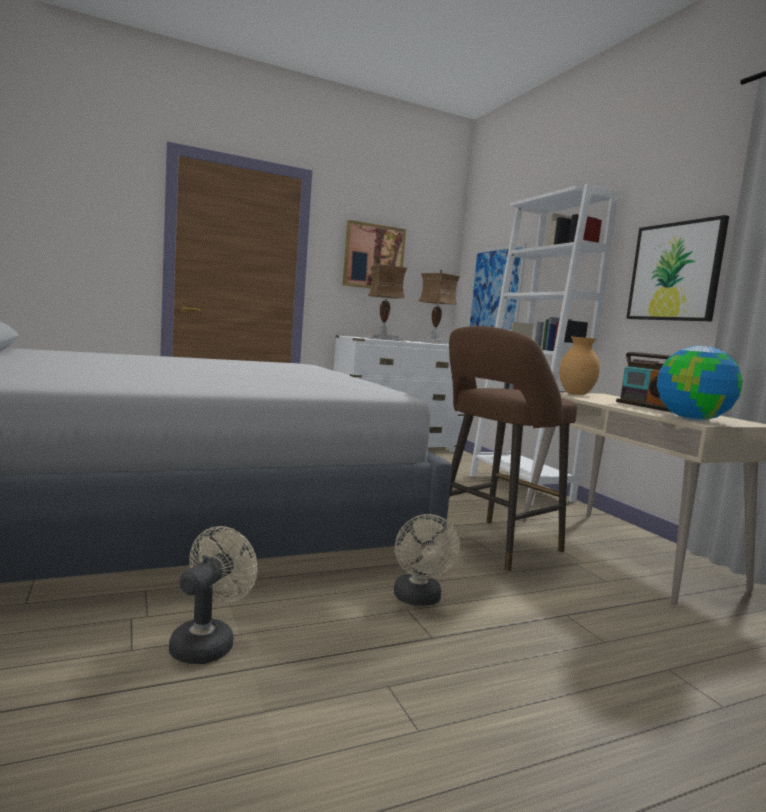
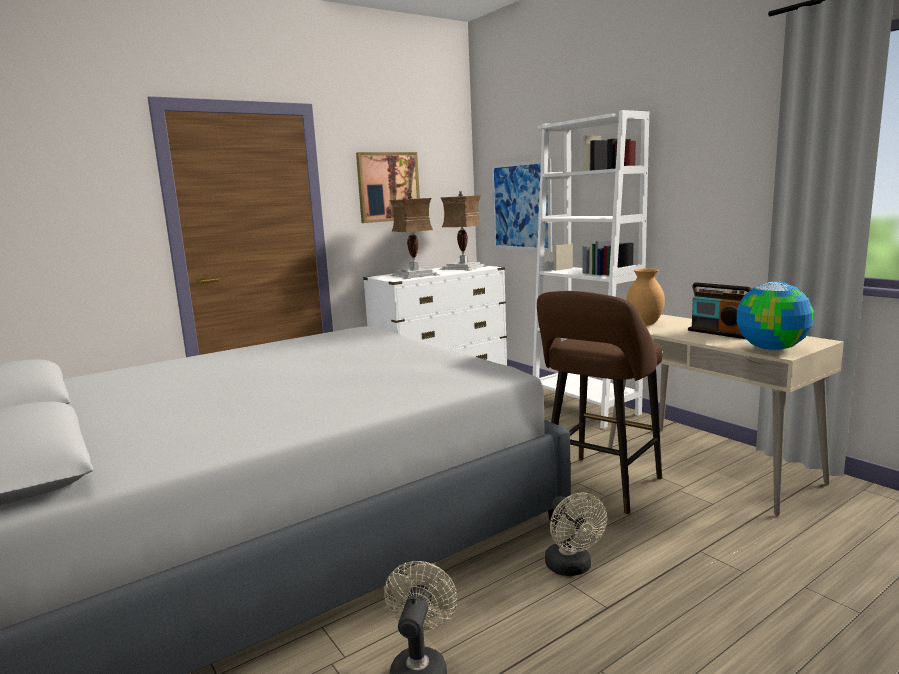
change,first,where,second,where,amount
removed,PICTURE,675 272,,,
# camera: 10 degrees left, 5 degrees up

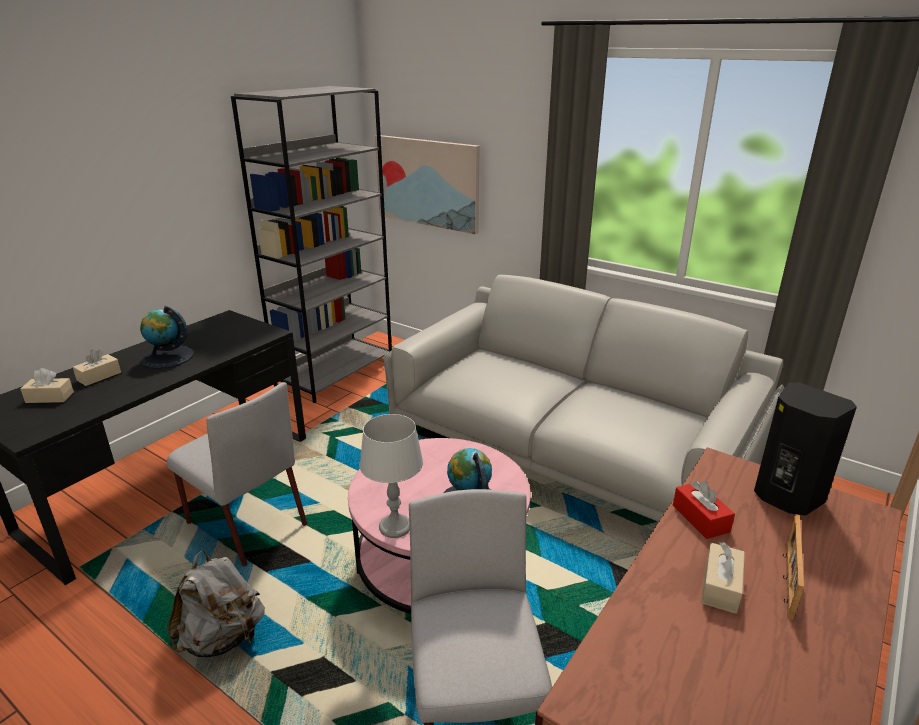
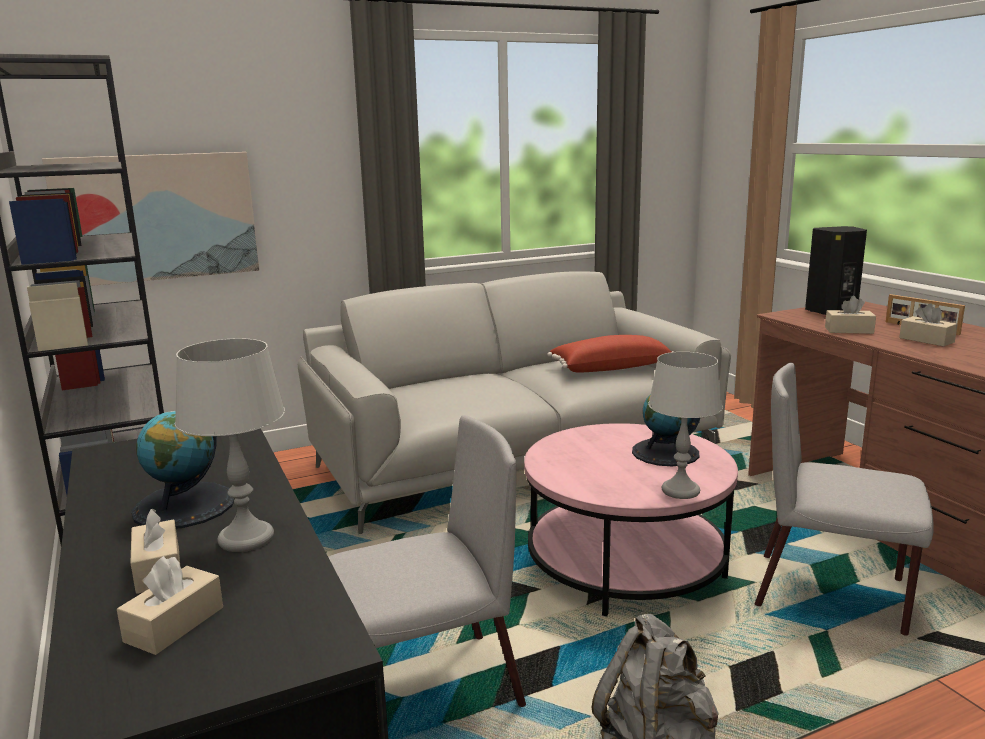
change,first,where,second,where,amount
recoloured,RED TISSUE BOX,700 518,BEIGE TISSUE BOX,849 330,
added,,,GREY TABLE LAMP,247 539,
added,,,RED PILLOW,610 367,
# camera: 60 degrees left, 10 degrees down

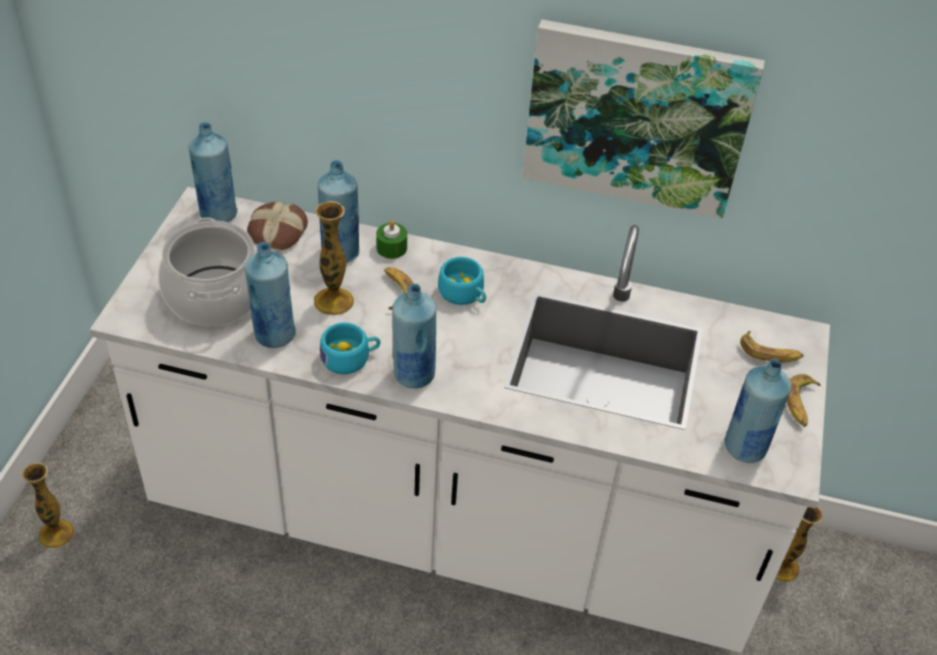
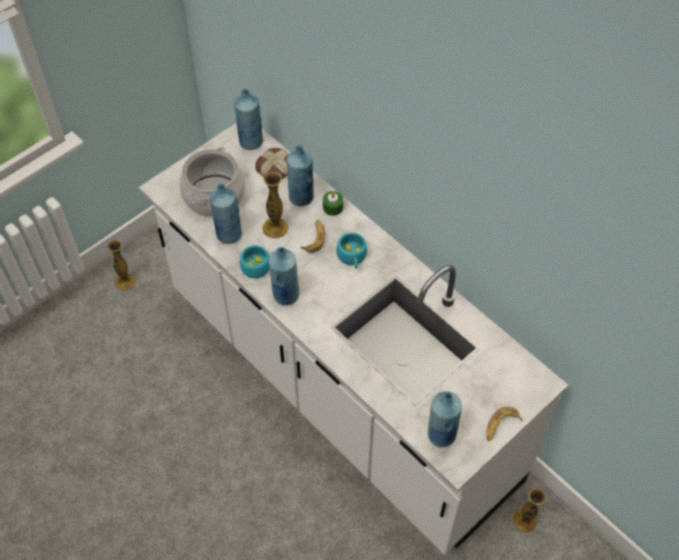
change,first,where,second,where,amount
removed,PICTURE,637 117,,,
removed,BANANA,770 353,,,
# camera: 35 degrees right, 10 degrees up

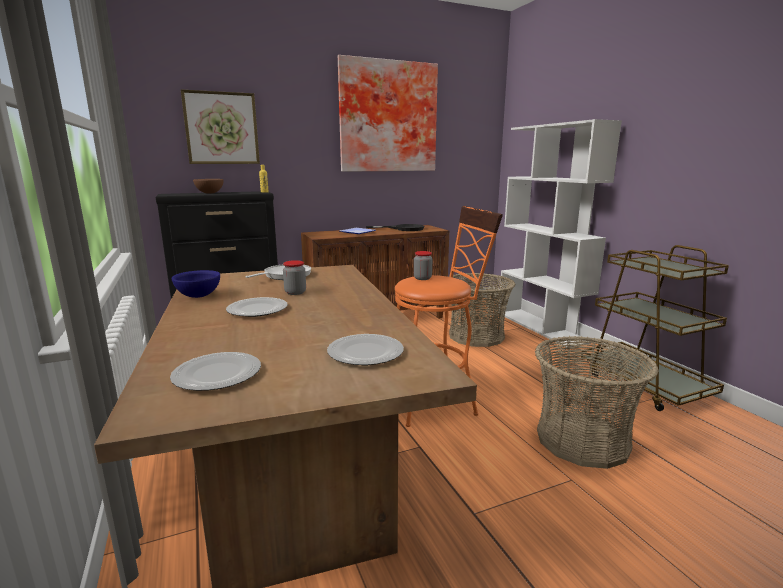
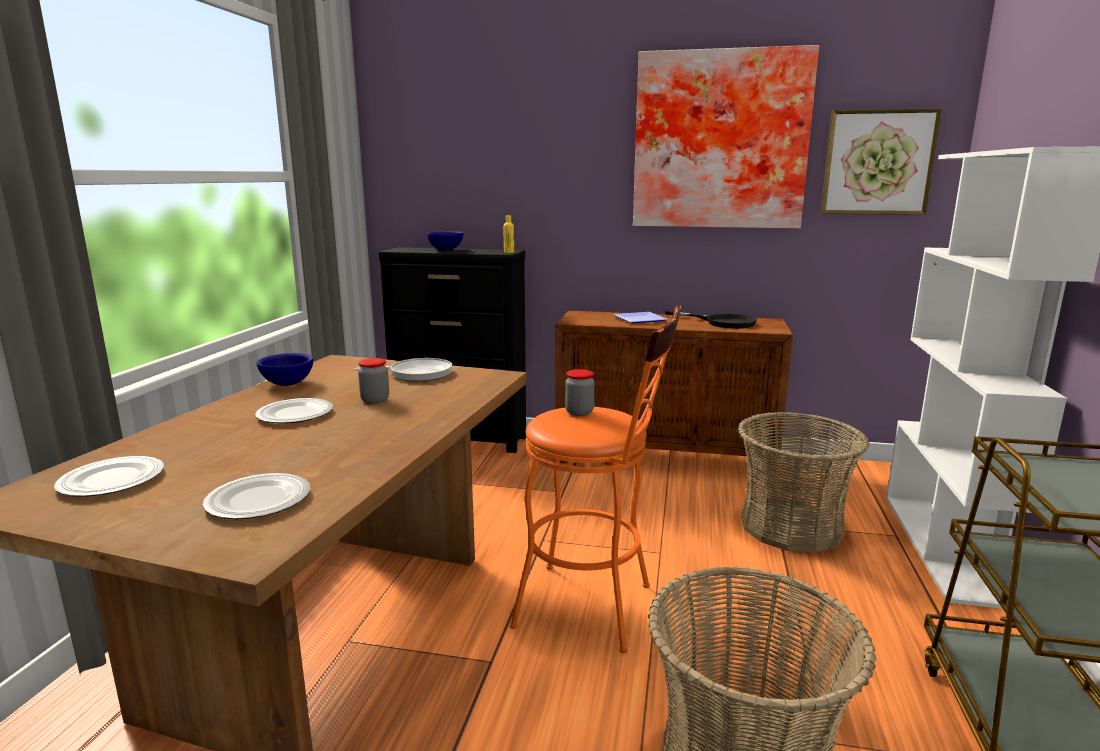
change,first,where,second,where,amount
moved,PICTURE,221 128,,878 162,
recoloured,BROWN BOWL,210 193,BLUE BOWL,446 250,
# camera: 35 degrees right, 0 degrees up

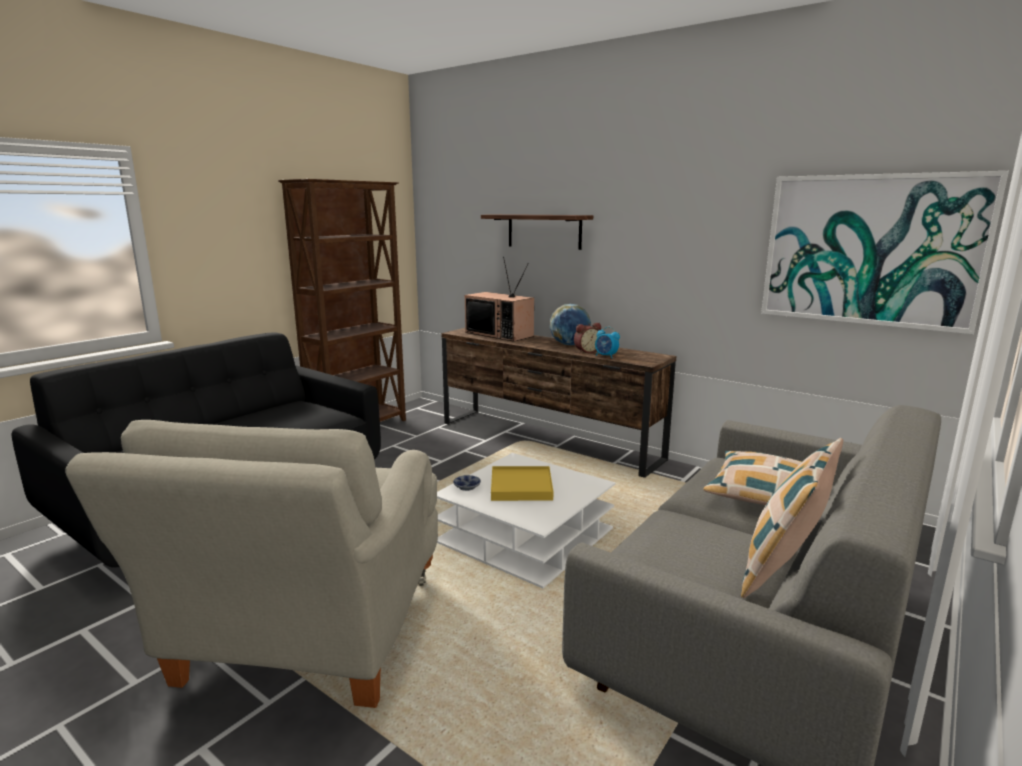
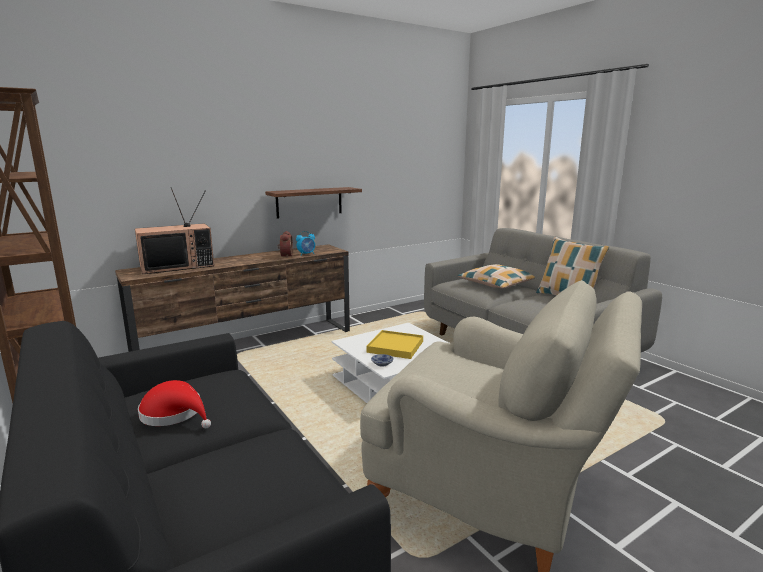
change,first,where,second,where,amount
moved,SHELF,544 231,,309 202,
removed,GLOBE,569 344,,,
removed,PICTURE,871 250,,,
added,,,RED HAT,175 414,
# camera: 70 degrees left, 0 degrees up

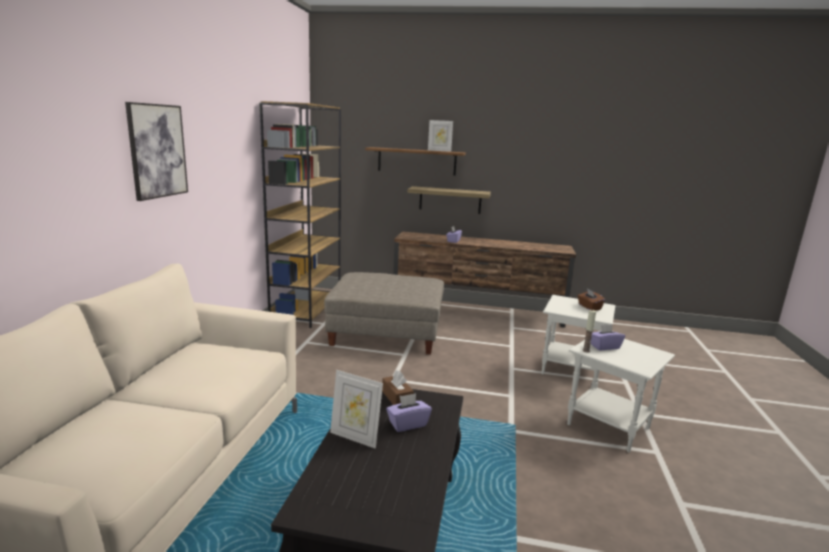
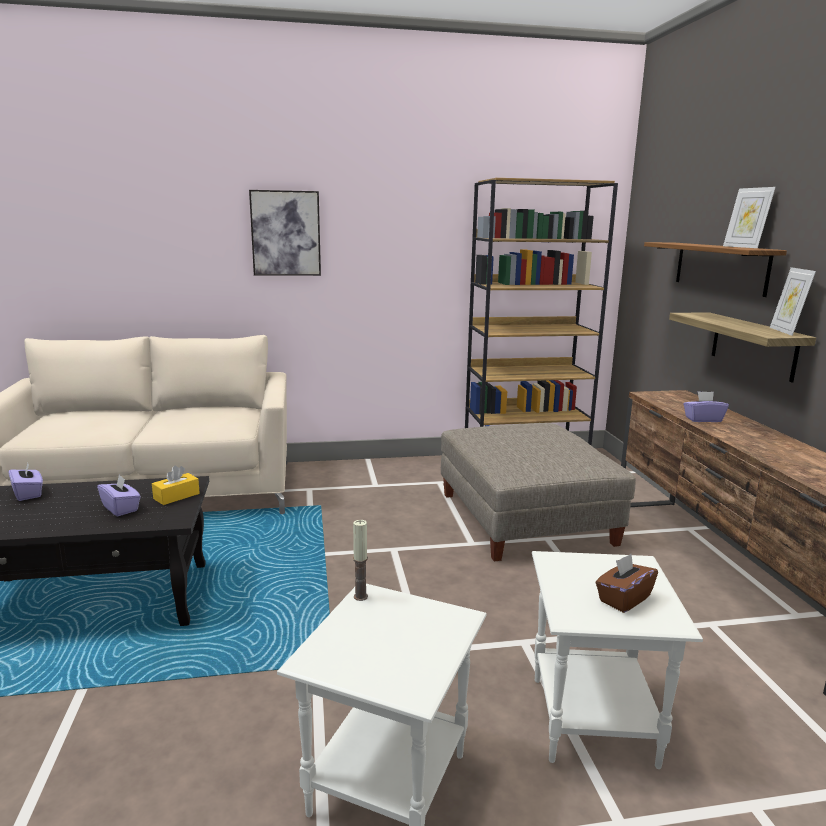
change,first,where,second,where,amount
moved,PICTURE FRAME,355 437,,785 331,
recoloured,BROWN TISSUE BOX,397 397,YELLOW TISSUE BOX,176 496,
moved,PURPLE TISSUE BOX,604 346,,28 493,
# camera: 70 degrees right, 0 degrees up

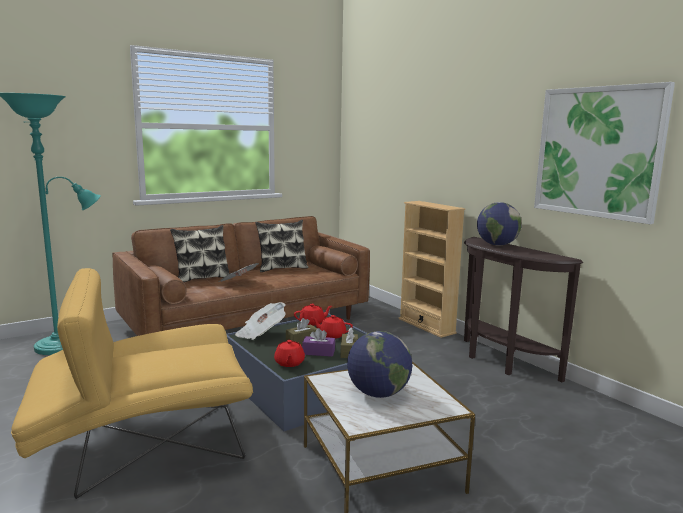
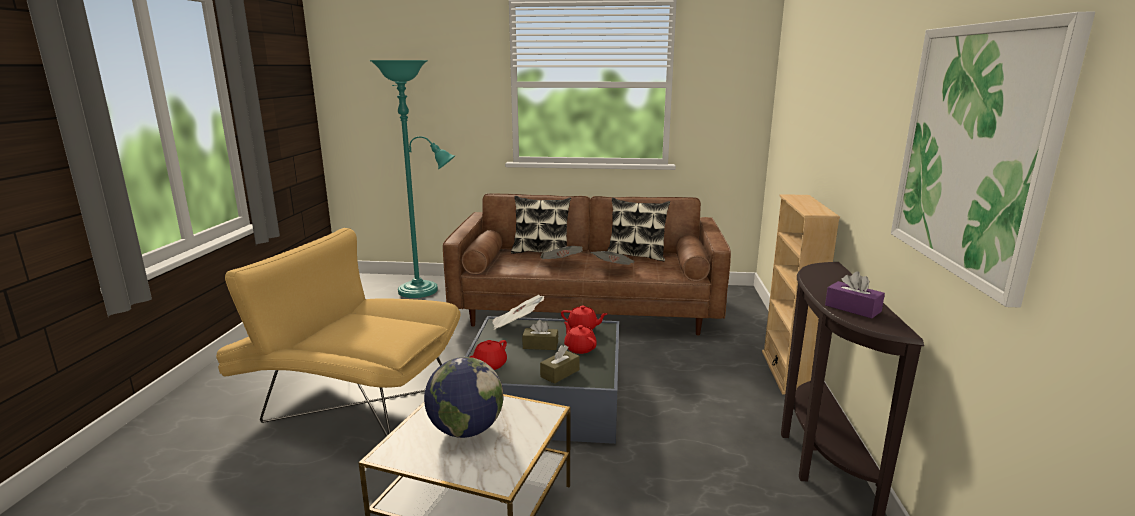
change,first,where,second,where,amount
moved,PURPLE TISSUE BOX,318 352,,852 308,
removed,GLOBE,497 245,,,
added,,,NEWSPAPER,614 270,
# camera: 40 degrees right, 5 degrees up

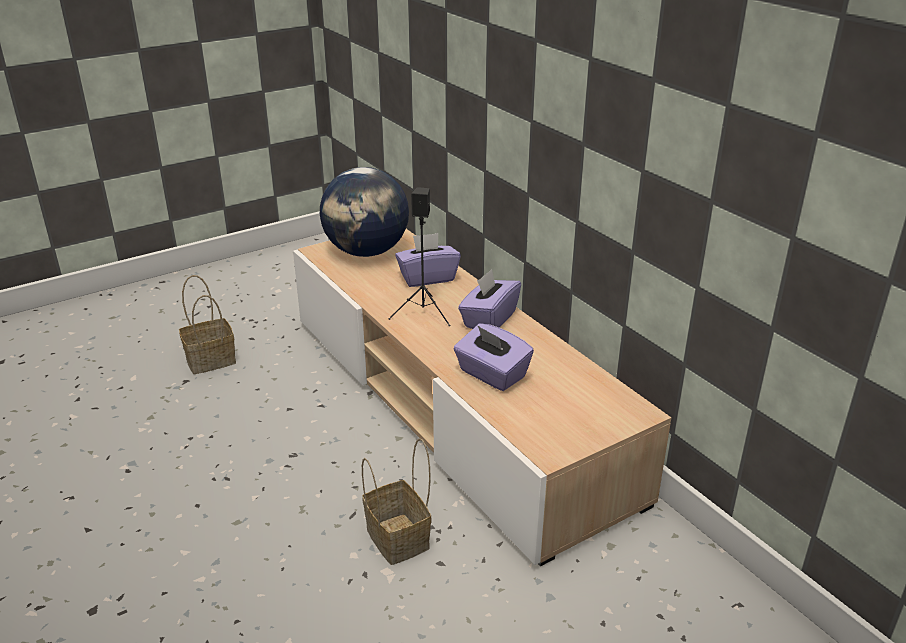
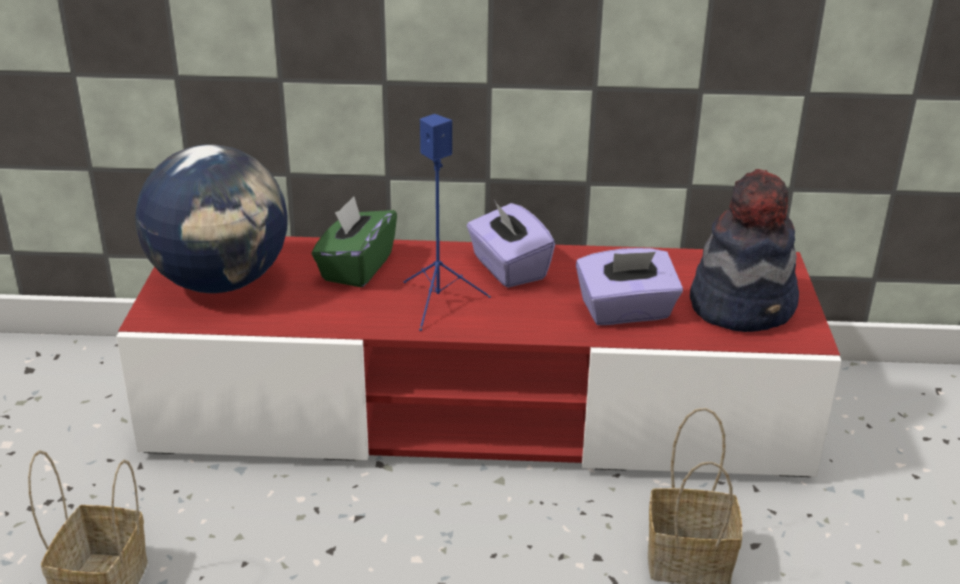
change,first,where,second,where,amount
recoloured,BEIGE TV STAND,453 403,RED TV STAND,478 410,
recoloured,BLACK SPEAKER,424 313,BLUE SPEAKER,439 302,
recoloured,PURPLE TISSUE BOX,427 278,GREEN TISSUE BOX,356 268,
added,,,HAT,743 305,
# camera: 55 degrees left, 0 degrees up

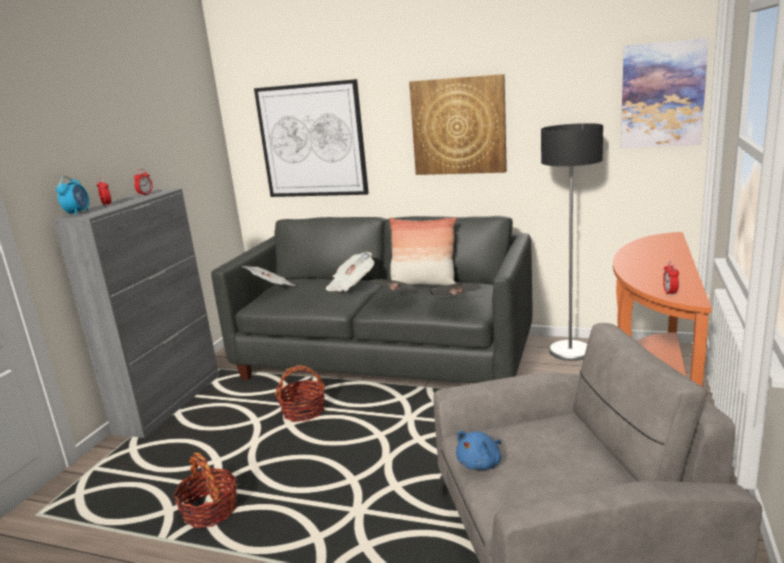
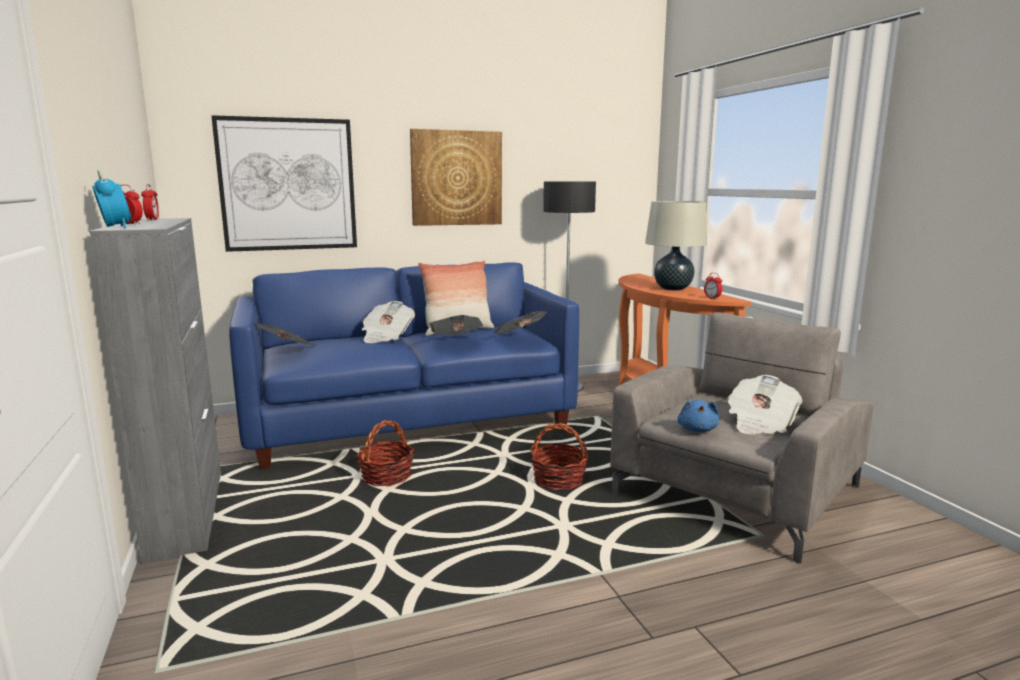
change,first,where,second,where,amount
moved,BASKET,210 511,,559 480,
recoloured,GREY SOFA,385 360,BLUE SOFA,410 421,
removed,PICTURE,662 95,,,
added,,,BEIGE TABLE LAMP,673 288,
added,,,NEWSPAPER,760 423,
# camera: 40 degrees left, 5 degrees down

